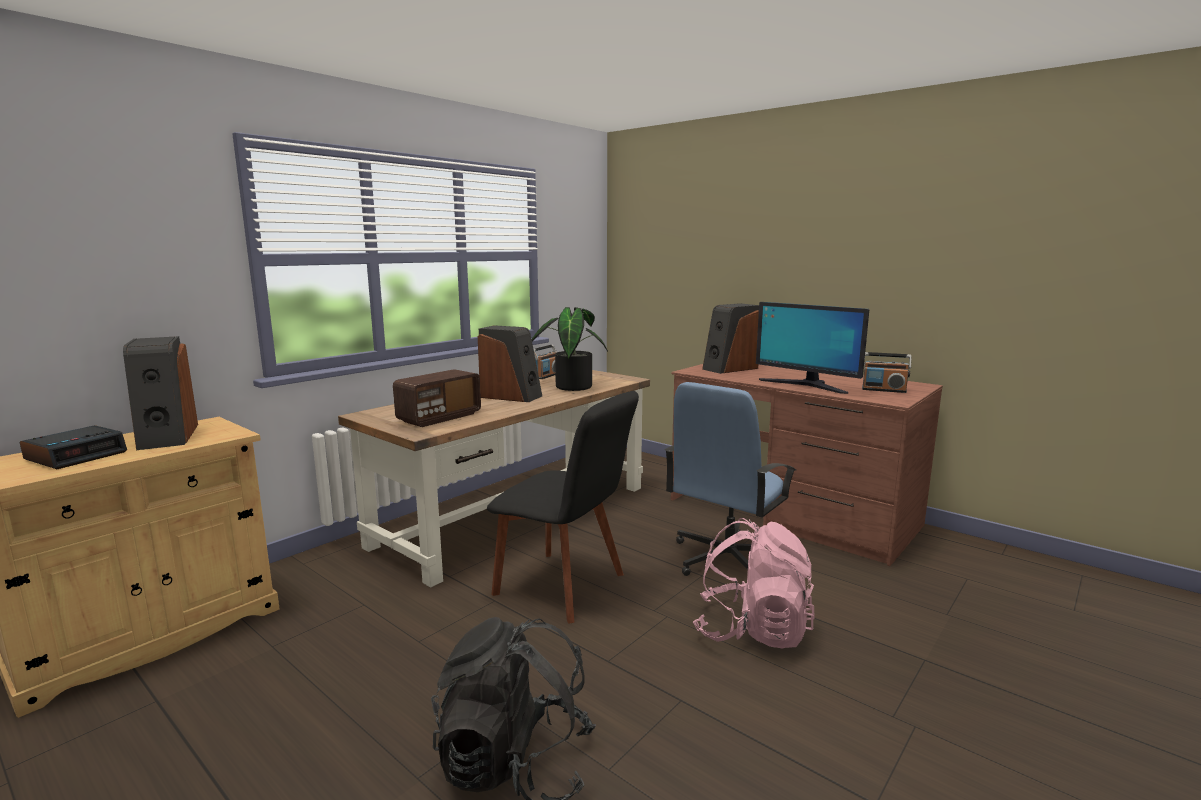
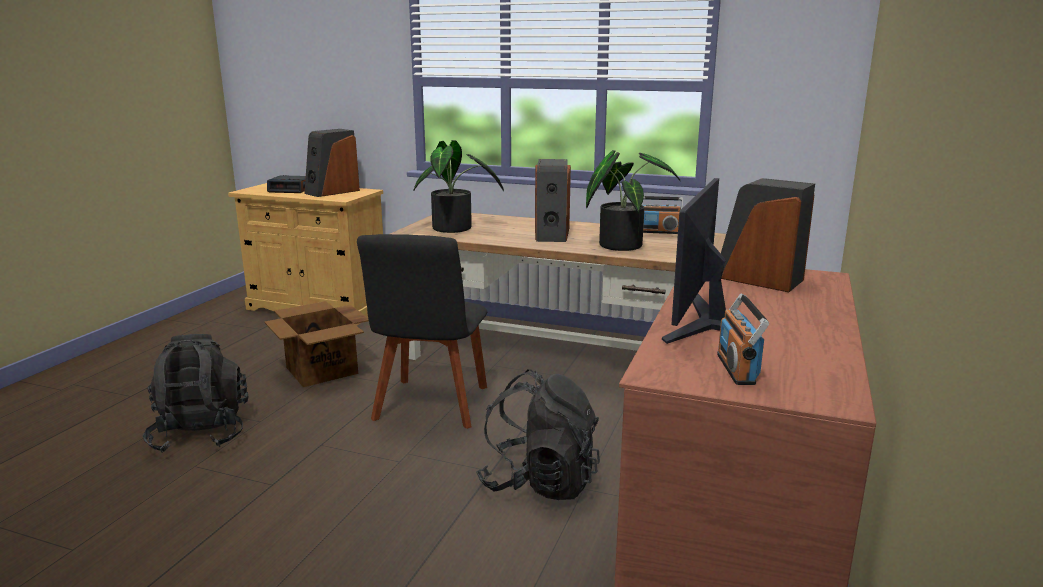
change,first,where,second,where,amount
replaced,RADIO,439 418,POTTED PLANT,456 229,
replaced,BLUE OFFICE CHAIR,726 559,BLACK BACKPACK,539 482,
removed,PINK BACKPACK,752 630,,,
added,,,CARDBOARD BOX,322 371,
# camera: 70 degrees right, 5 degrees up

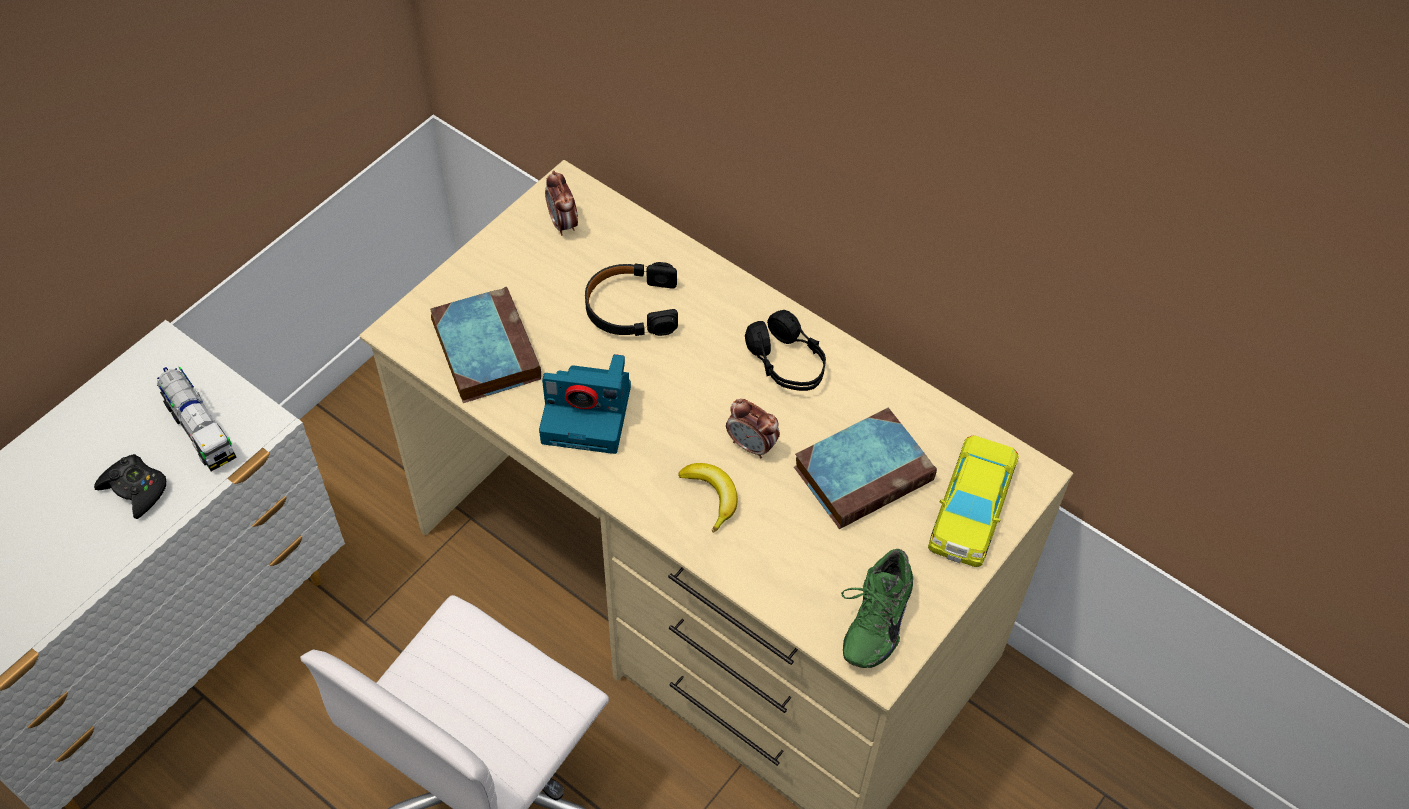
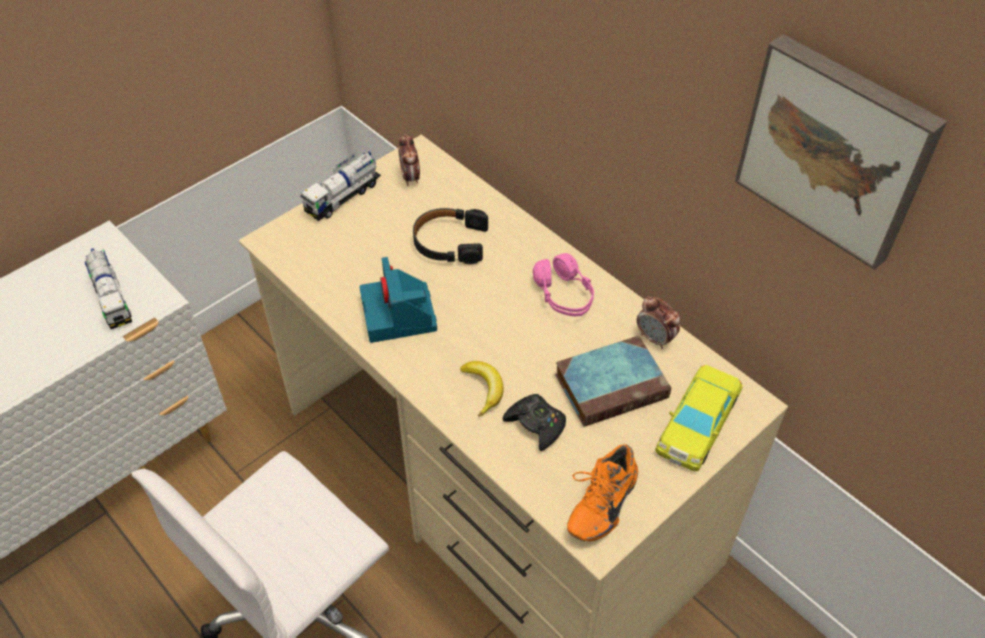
change,first,where,second,where,amount
moved,BLACK GAME CONTROLLER,135 489,,536 425,
removed,BOOK,484 349,,,
turned,PHOTO CAMERA,589 414,,400 315,60 degrees clockwise
moved,ALARM CLOCK,751 446,,655 339,
recoloured,BLACK HEADPHONES,787 363,PINK HEADPHONES,564 295,
recoloured,GREEN SHOE,872 619,ORANGE SHOE,599 503,
added,,,TOY TRUCK,343 197,
added,,,PICTURE,836 149,
# camera: 10 degrees right, 5 degrees down

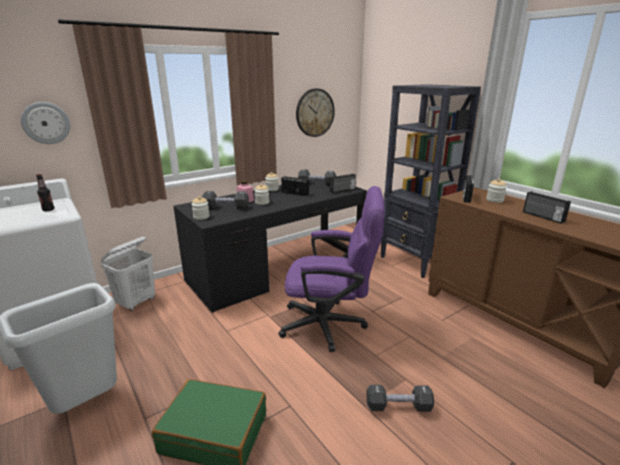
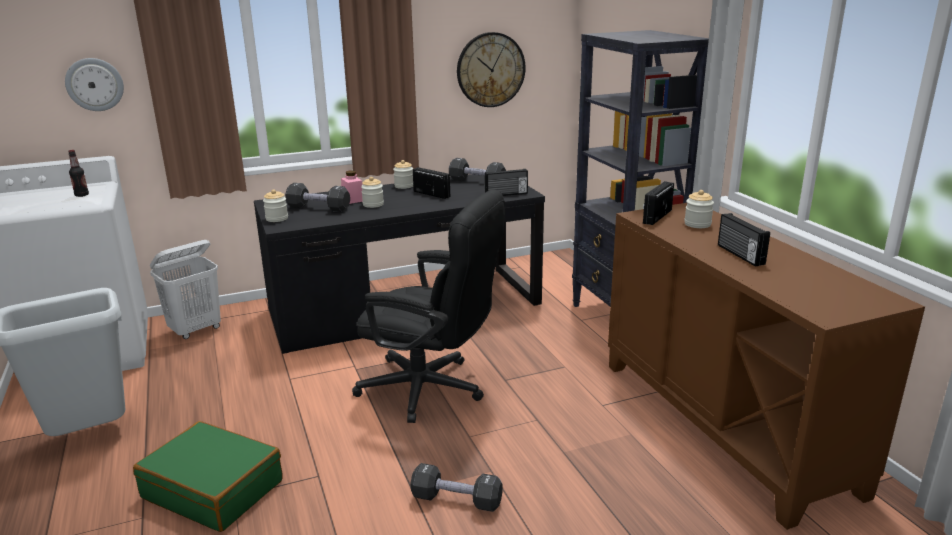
change,first,where,second,where,amount
recoloured,PURPLE OFFICE CHAIR,330 325,BLACK OFFICE CHAIR,432 390,
# camera: 15 degrees right, 0 degrees up

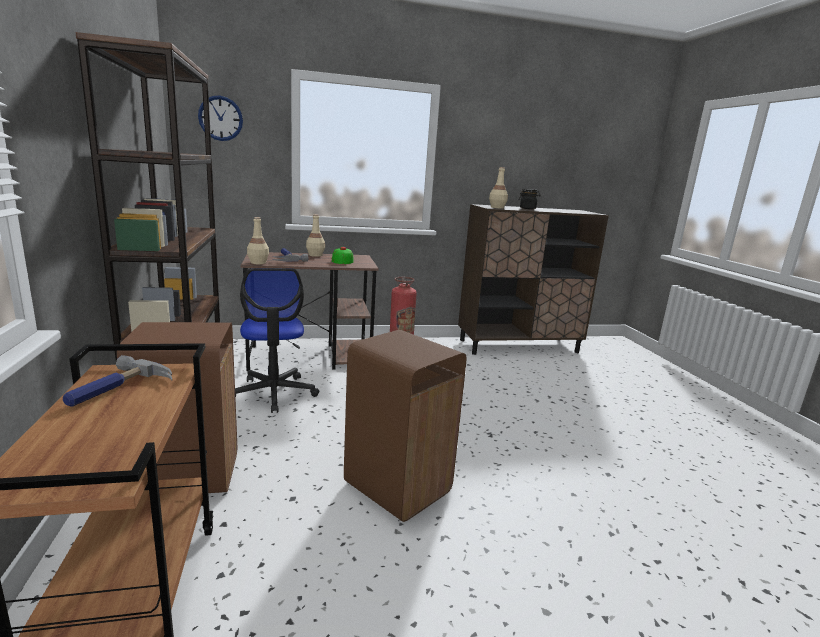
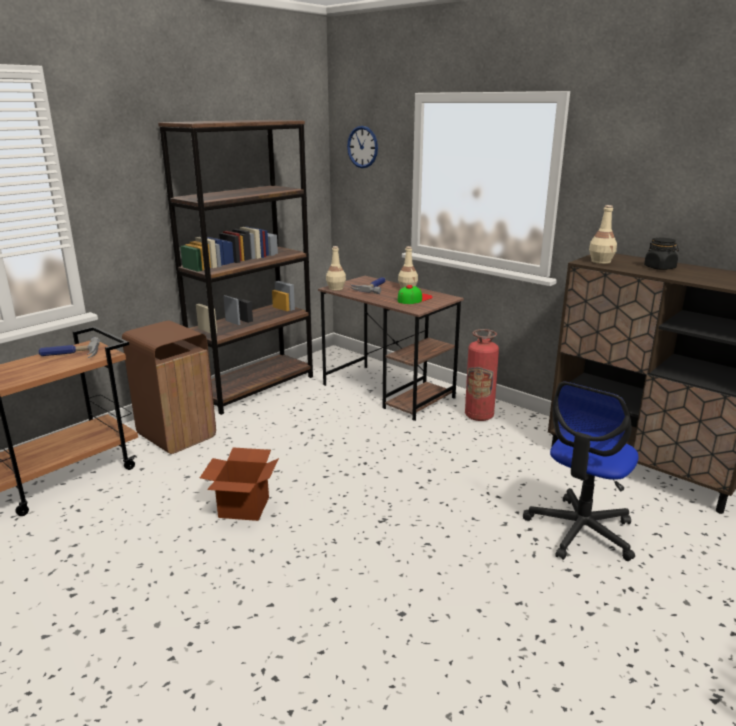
change,first,where,second,where,amount
moved,OFFICE CHAIR,273 393,,580 531,
replaced,BROWN TRASH CAN,398 486,CARDBOARD BOX,244 507,
# camera: 55 degrees right, 5 degrees up

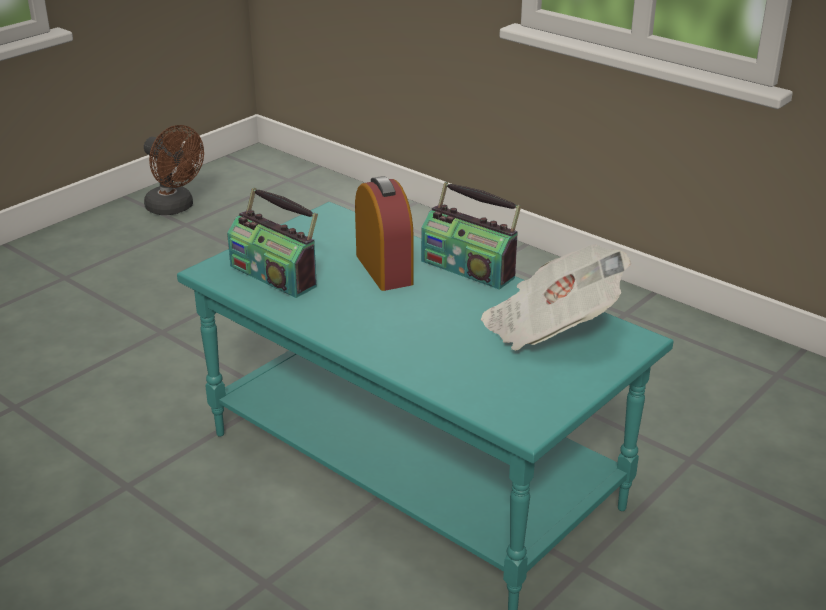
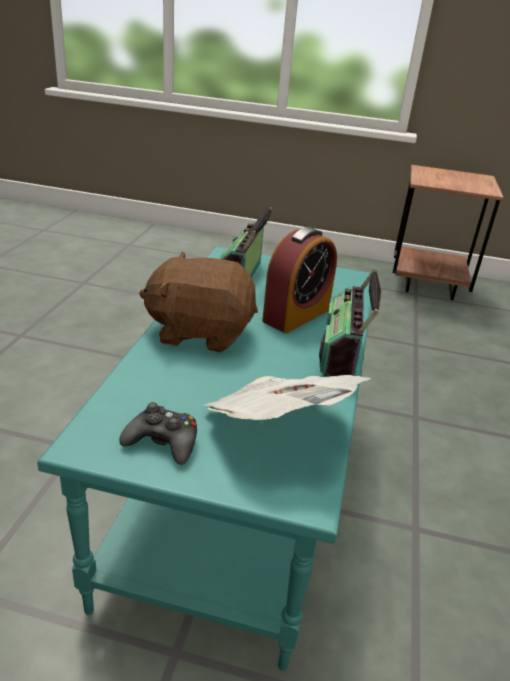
change,first,where,second,where,amount
replaced,BROWN FAN,175 208,BROWN SIDE TABLE,427 285,
added,,,BLACK GAME CONTROLLER,163 442,
added,,,BROWN PLUSH TOY,200 332,
# camera: 60 degrees right, 0 degrees up

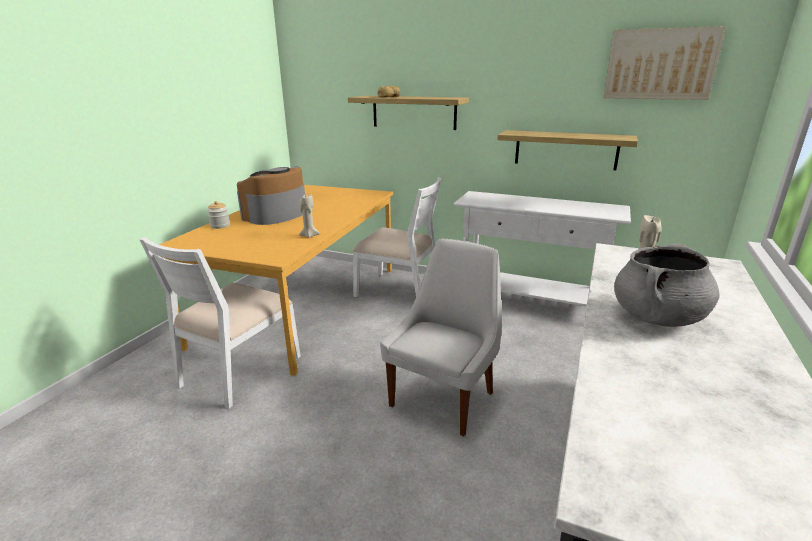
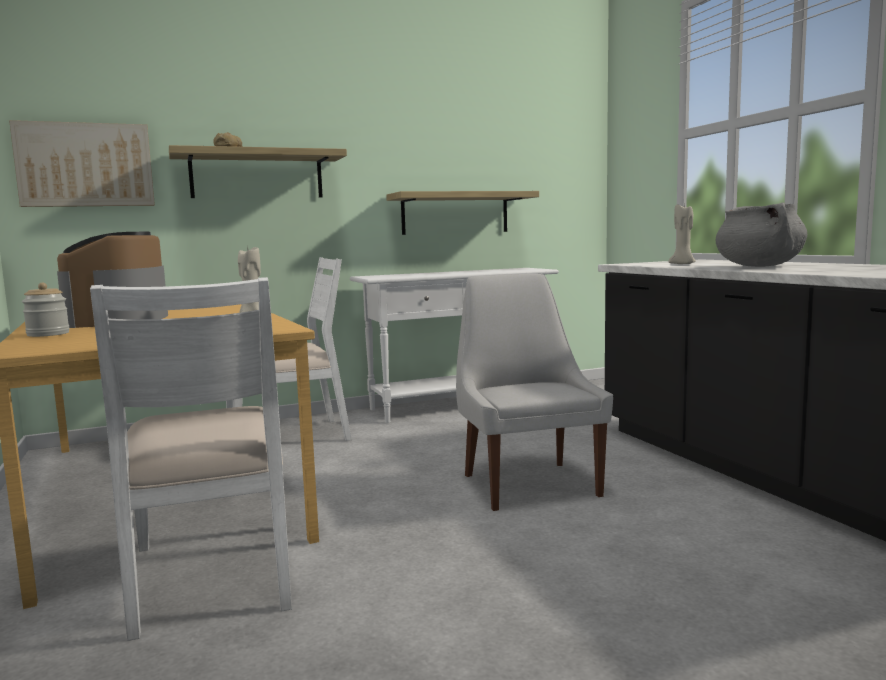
change,first,where,second,where,amount
moved,PICTURE,660 64,,85 165,
# camera: 45 degrees left, 15 degrees down

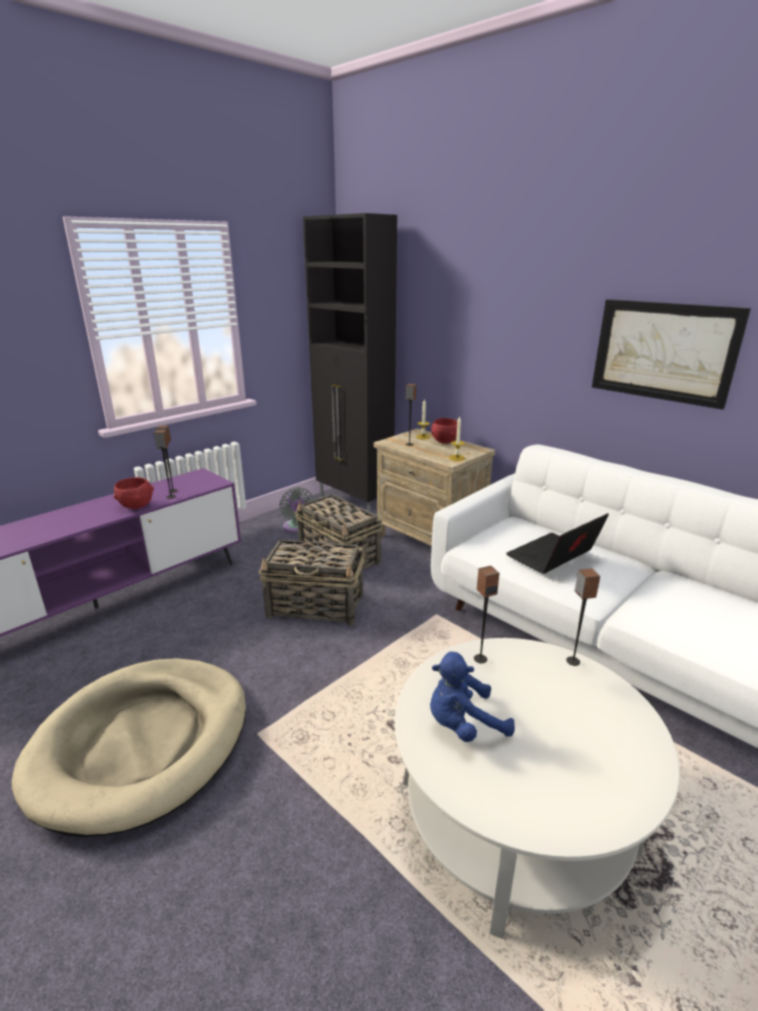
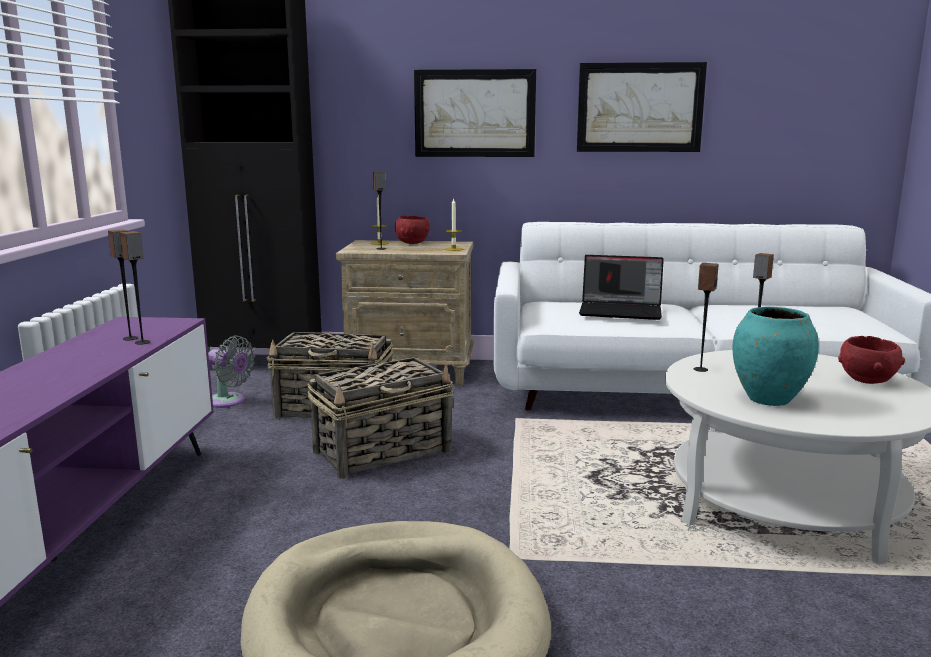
change,first,where,second,where,amount
moved,RED BOWL,136 506,,866 381,
replaced,BLUE PLUSH TOY,463 725,TURQUOISE VASE,768 399,
turned,LAPTOP,553 557,,622 311,90 degrees counterclockwise
added,,,PICTURE,474 113,
# camera: 40 degrees left, 10 degrees down

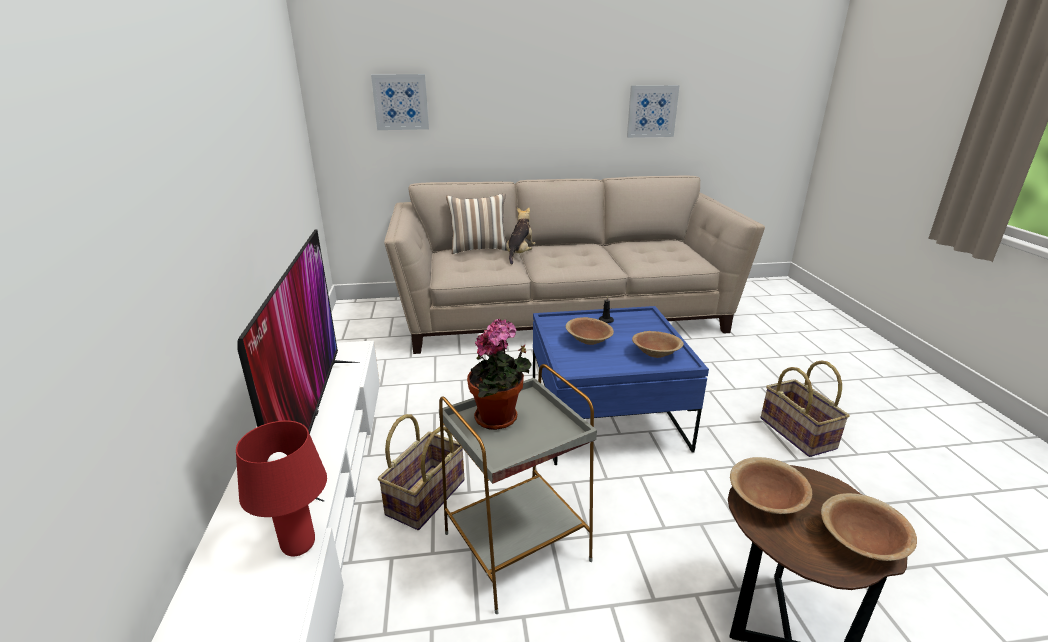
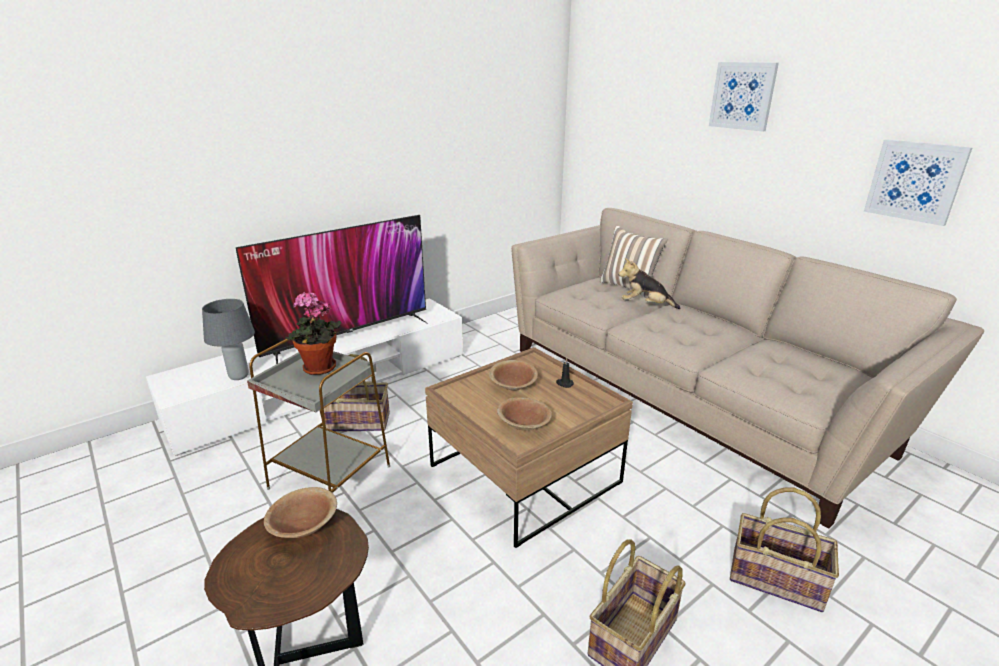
change,first,where,second,where,amount
recoloured,RED TABLE LAMP,298 547,GREY TABLE LAMP,238 377,
moved,PICTURE,401 102,,742 96,
turned,PLUSH TOY,520 254,,645 305,150 degrees counterclockwise
recoloured,BLUE COFFEE TABLE,606 417,BROWN COFFEE TABLE,525 474,
removed,BROWN BOWL,861 542,,,
added,,,BASKET,776 578,
# camera: 60 degrees right, 0 degrees up

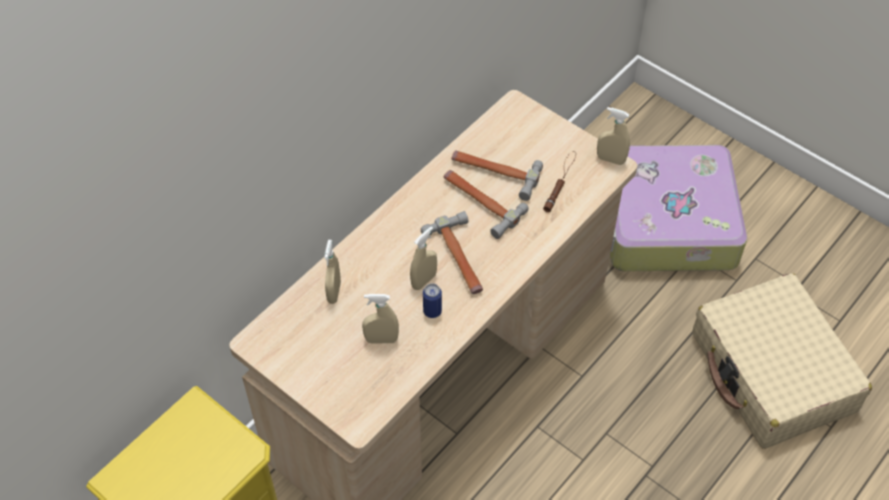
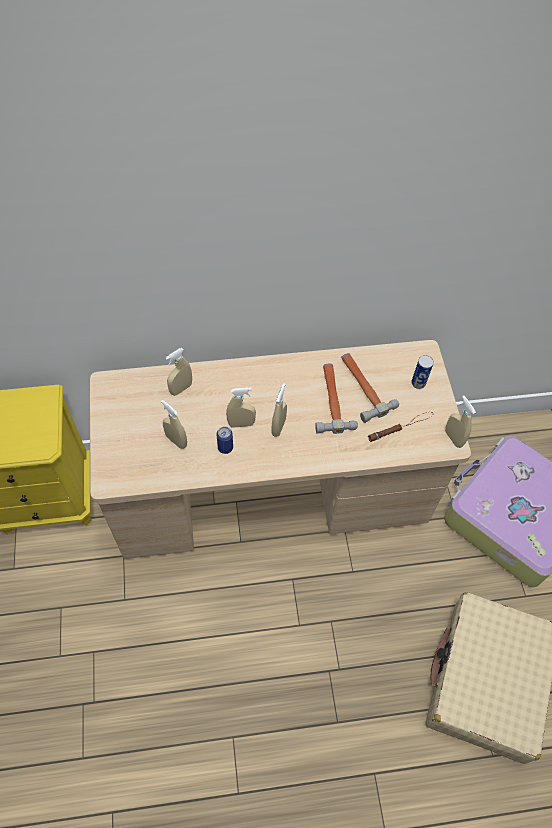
change,first,where,second,where,amount
replaced,HAMMER,459 258,BEIGE SPRAY BOTTLE,278 427,
added,,,CAN,418 383,
# camera: 40 degrees right, 5 degrees up

